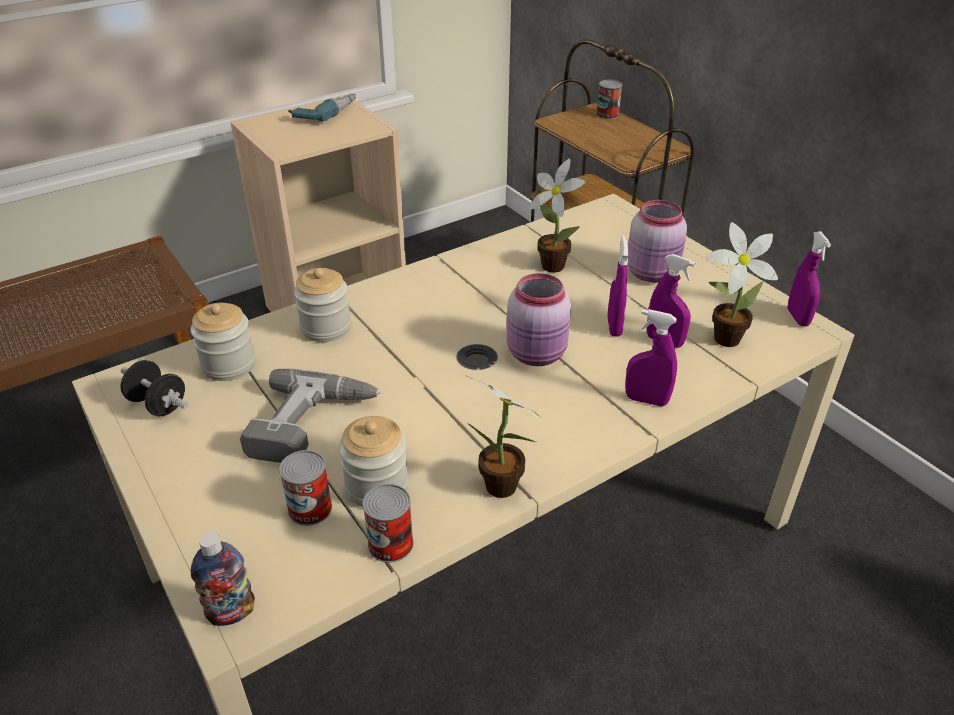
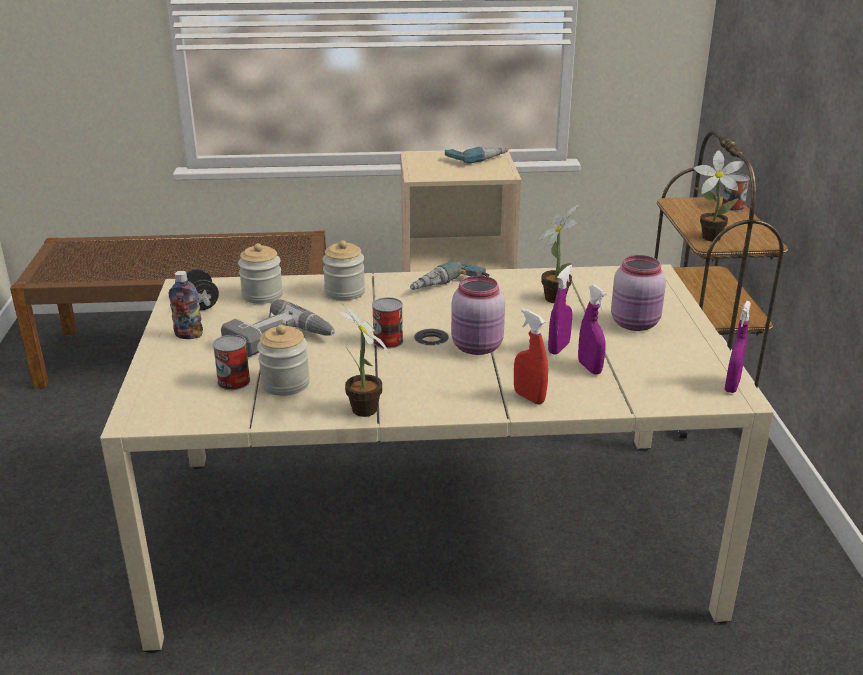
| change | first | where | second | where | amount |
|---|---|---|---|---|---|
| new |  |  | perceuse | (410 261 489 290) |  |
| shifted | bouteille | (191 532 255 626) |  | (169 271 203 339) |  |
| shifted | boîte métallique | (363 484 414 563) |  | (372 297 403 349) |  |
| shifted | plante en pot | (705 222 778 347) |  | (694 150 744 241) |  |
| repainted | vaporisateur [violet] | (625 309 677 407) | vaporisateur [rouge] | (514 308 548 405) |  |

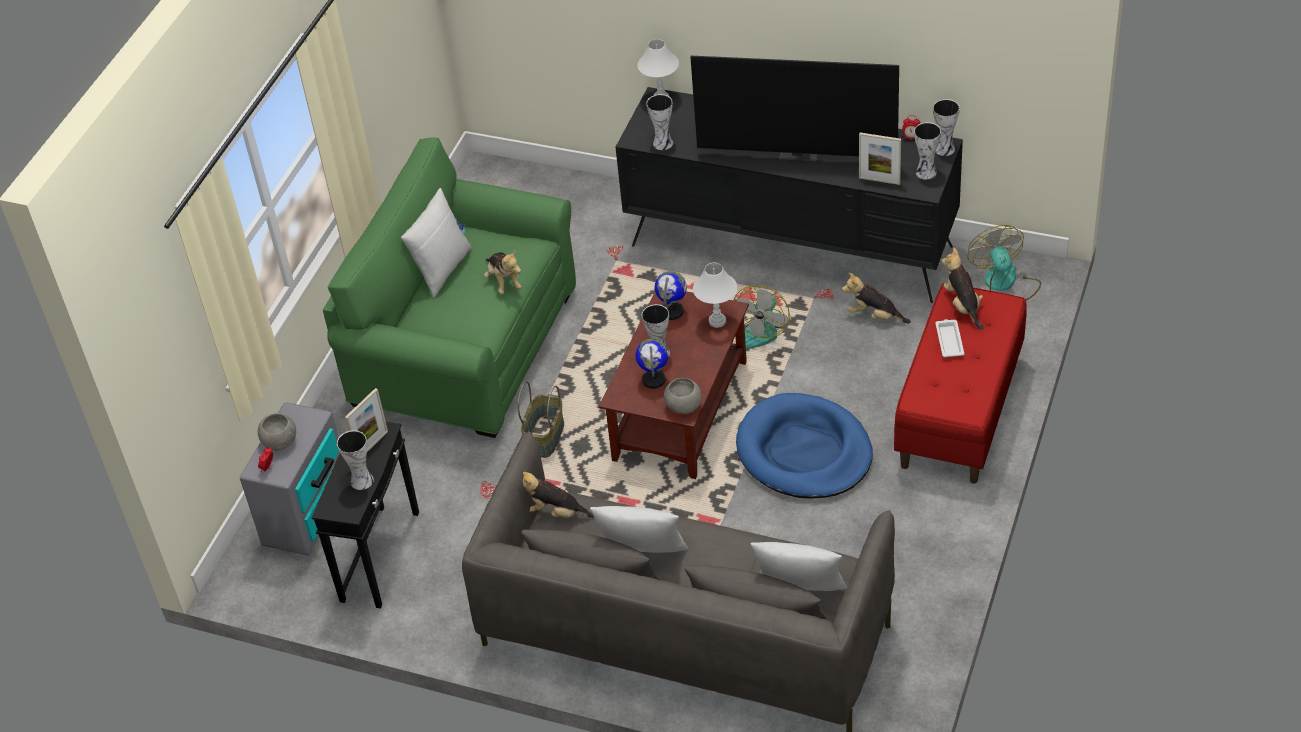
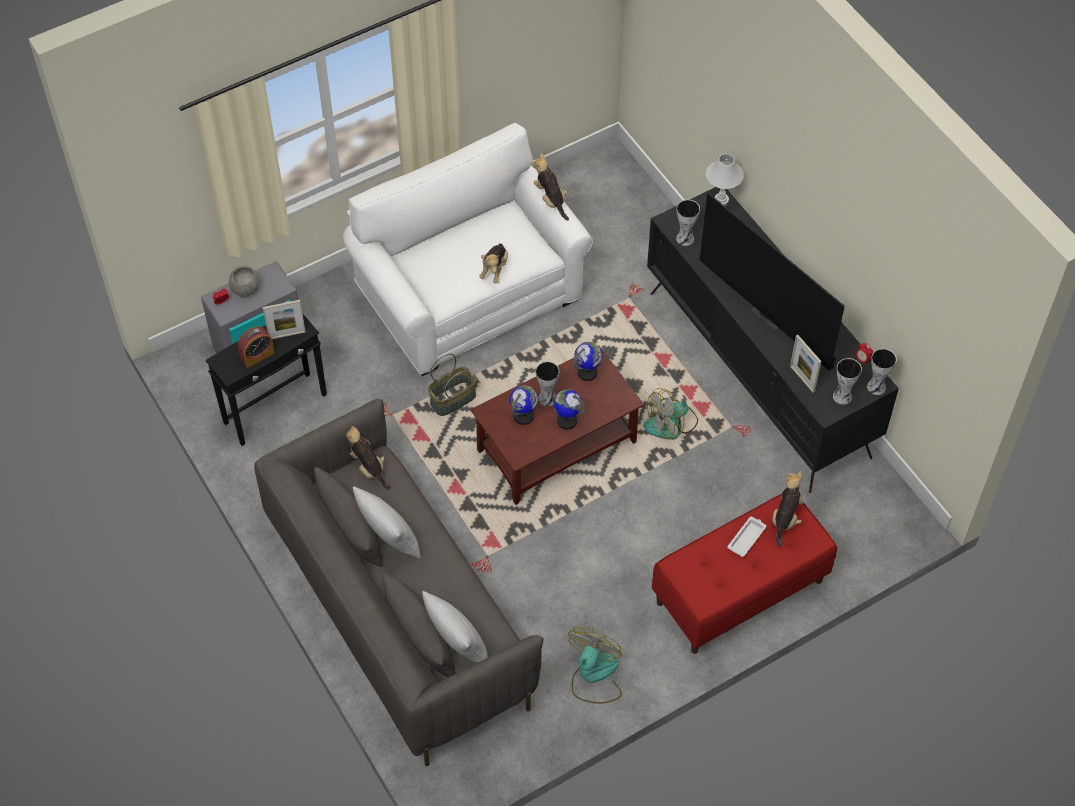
| change | first | where | second | where | amount |
|---|---|---|---|---|---|
| gone | coussin [gris] | (401 188 472 298) |  |  |  |
| gone | bol [gris] | (664 378 702 414) |  |  |  |
| gone | lampe de table [blanc] | (693 263 737 328) |  |  |  |
| gone | panier pour chien [bleu] | (736 393 873 499) |  |  |  |
| new |  |  | globe | (553 389 586 430) |  |
| shifted | peluche | (842 272 911 323) |  | (531 153 569 221) |  |
| shifted | ventilateur | (967 225 1041 300) |  | (568 627 622 704) |  |
| swapped | vase | (337 430 374 490) | réveil | (238 327 275 368) |  |
| repainted | canapé [vert] | (323 137 576 438) | canapé [blanc] | (343 123 593 376) |  |

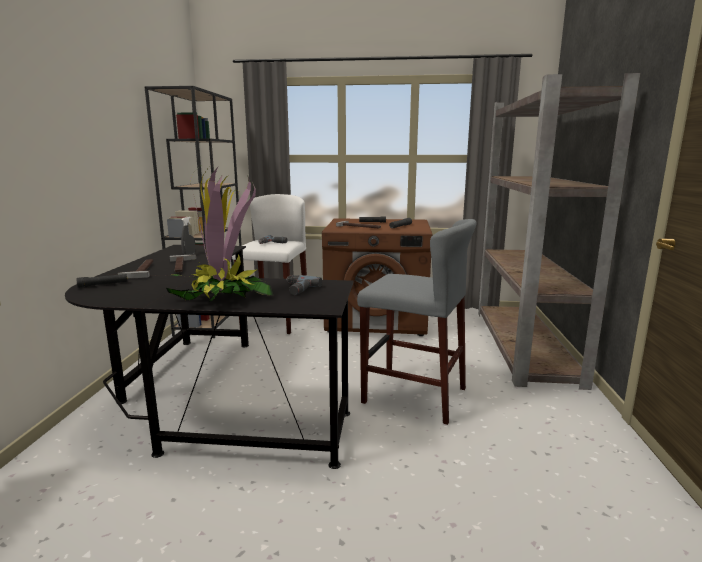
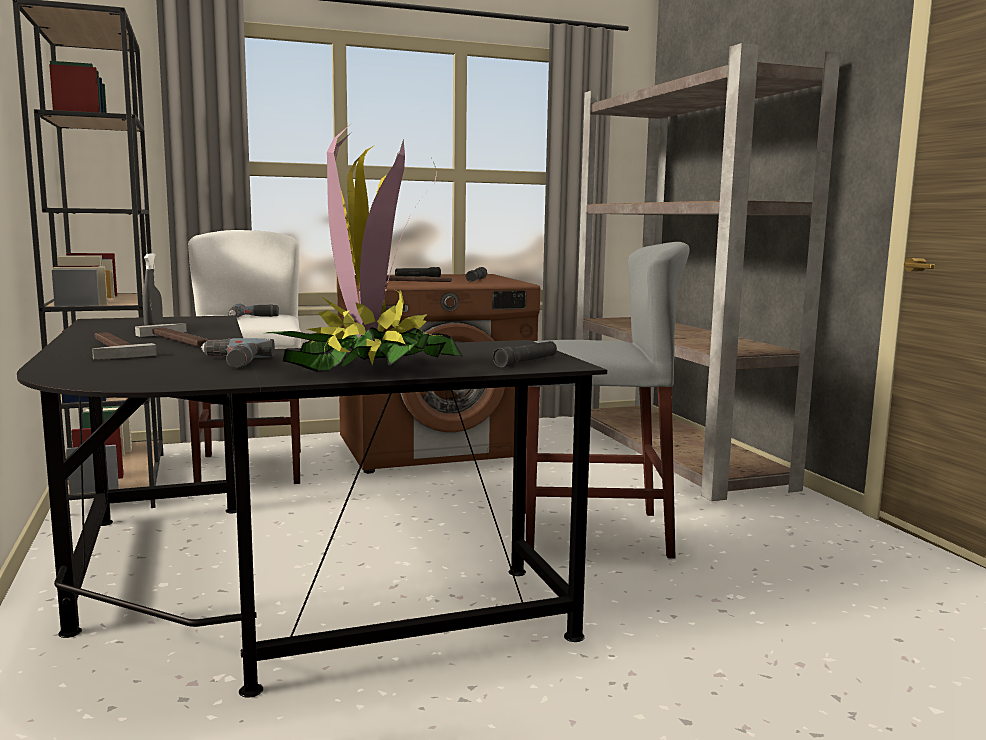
| change | first | where | second | where | amount |
|---|---|---|---|---|---|
| shifted | lampe de poche [noir] | (77 274 128 288) |  | (493 341 557 367) |  |
| shifted | perceuse | (286 275 322 295) |  | (201 338 275 368) |  |

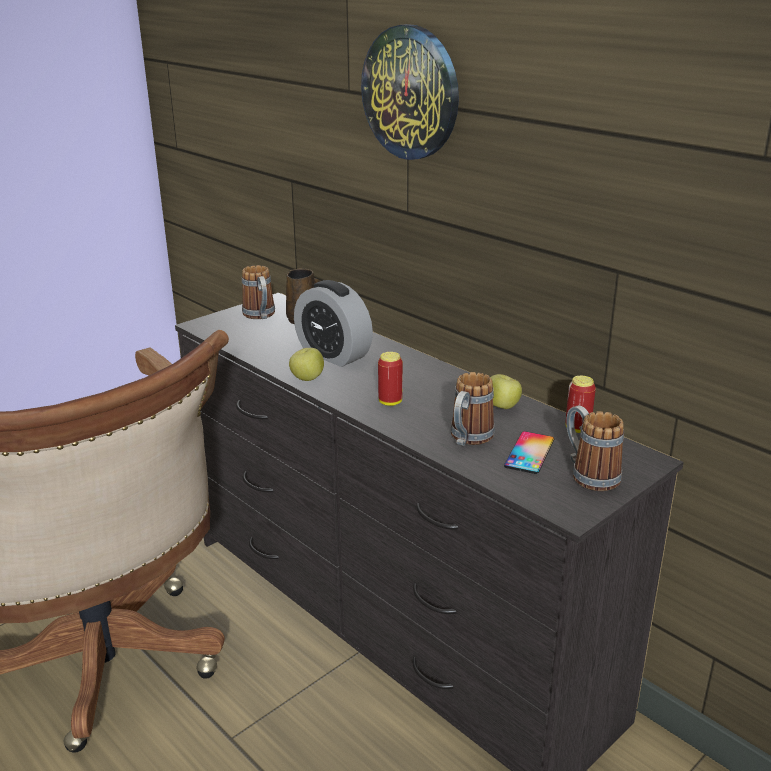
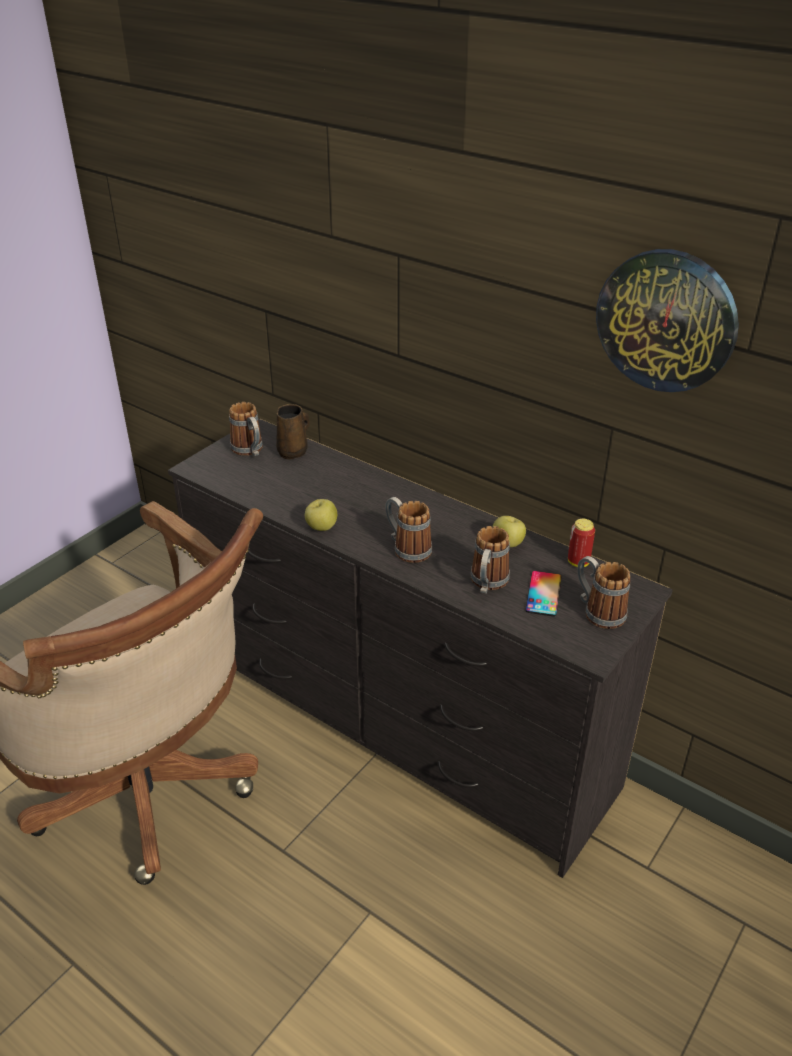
| change | first | where | second | where | amount |
|---|---|---|---|---|---|
| gone | réveil | (294 280 373 367) |  |  |  |
| shifted | horloge murale | (361 24 459 160) |  | (596 249 739 392) |  |
| swapped | boîte métallique | (378 352 403 406) | mug | (385 497 432 563) |  |

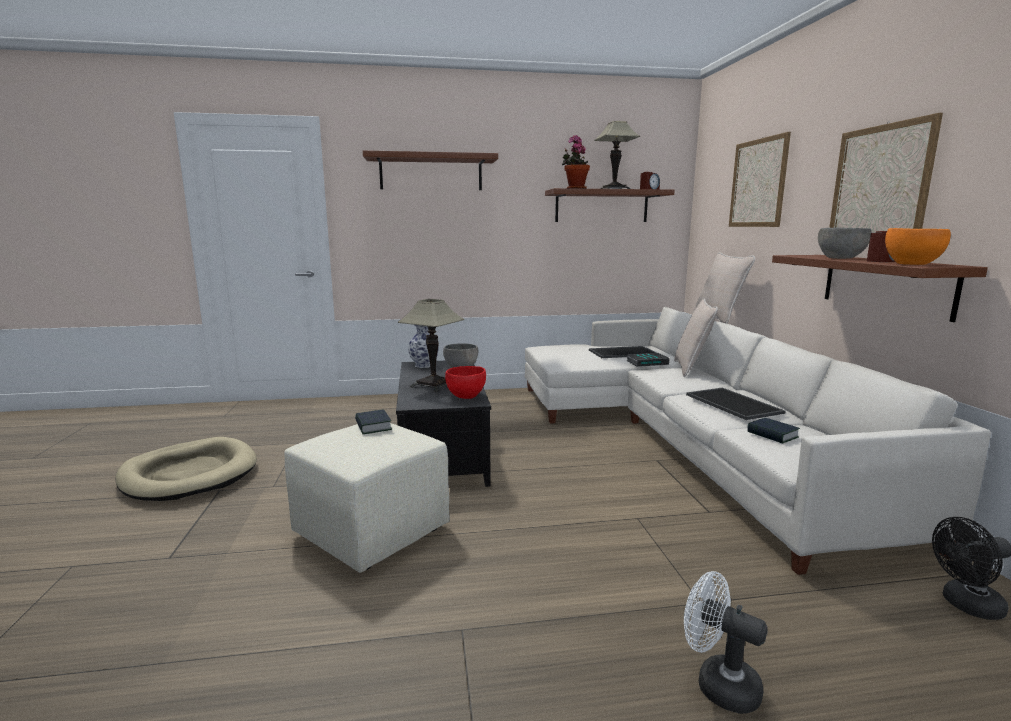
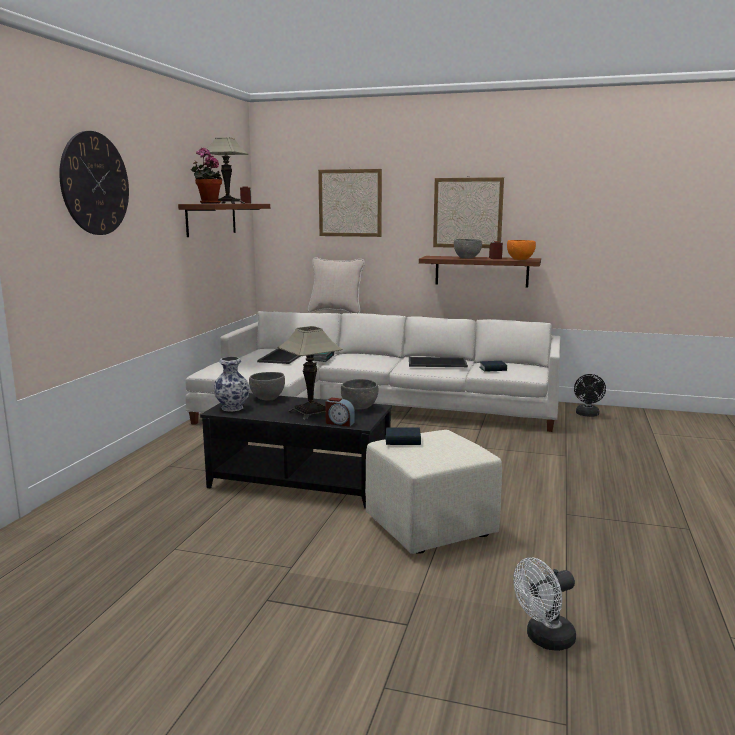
| change | first | where | second | where | amount |
|---|---|---|---|---|---|
| gone | panier pour chien [beige] | (116 437 257 501) |  |  |  |
| gone | coussin [beige] | (674 298 718 377) |  |  |  |
| new |  |  | réveil | (325 397 355 427) |  |
| shifted | ventilateur [blanc] | (684 571 768 714) |  | (513 558 576 651) |  |
| swapped | étagère [marron] | (363 150 498 190) | horloge murale | (59 131 129 235) |  |
| repainted | bol [rouge] | (445 366 486 399) | bol [gris] | (341 379 378 410) |  |

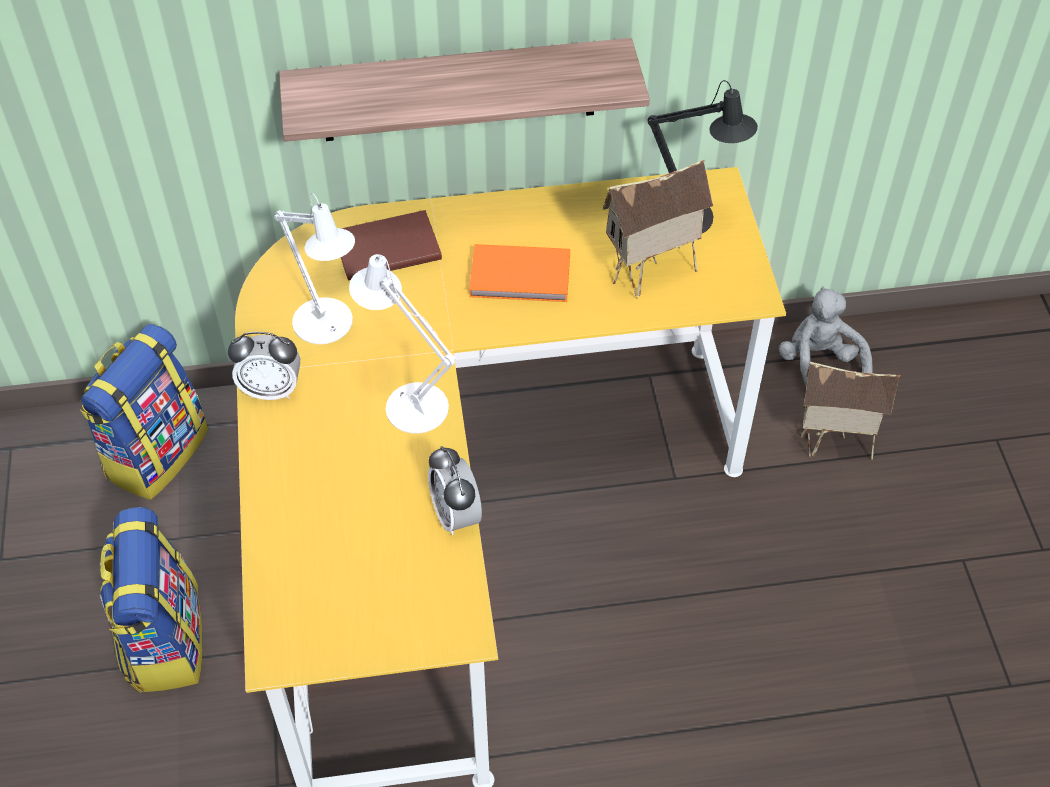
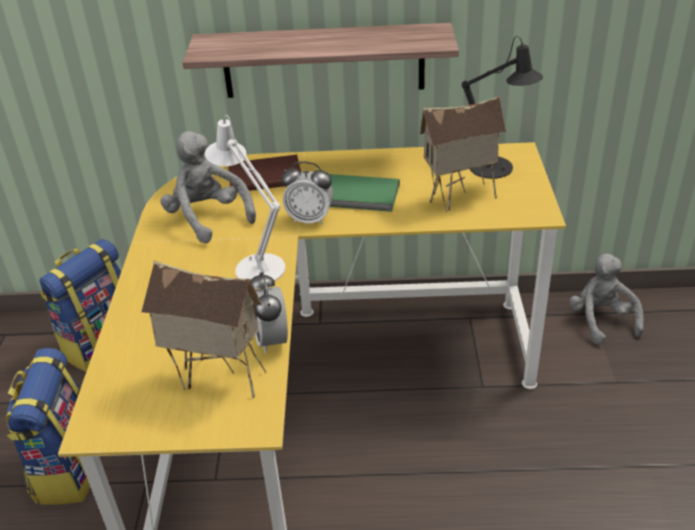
| change | first | where | second | where | amount |
|---|---|---|---|---|---|
| shifted | réveil | (228 332 300 400) |  | (281 162 333 225) |  |
| shifted | maison miniature | (800 361 900 460) |  | (141 260 266 398) |  |
| swapped | lampe de table [blanc] | (274 193 355 344) | peluche [gris] | (161 131 256 243) |  |
| repainted | livre [orange] | (469 244 570 302) | livre [vert] | (329 174 400 212) |  |

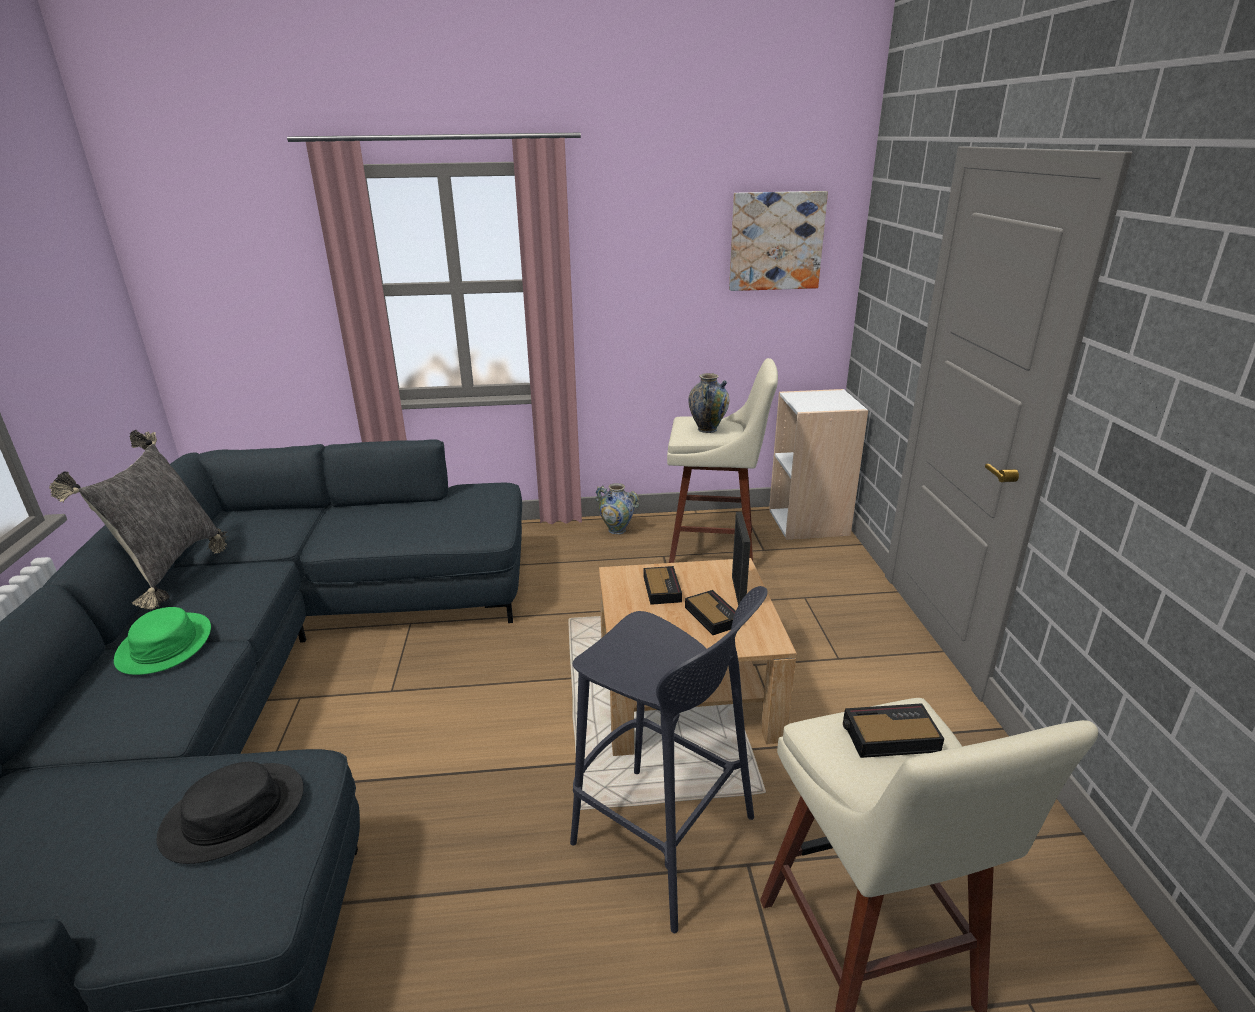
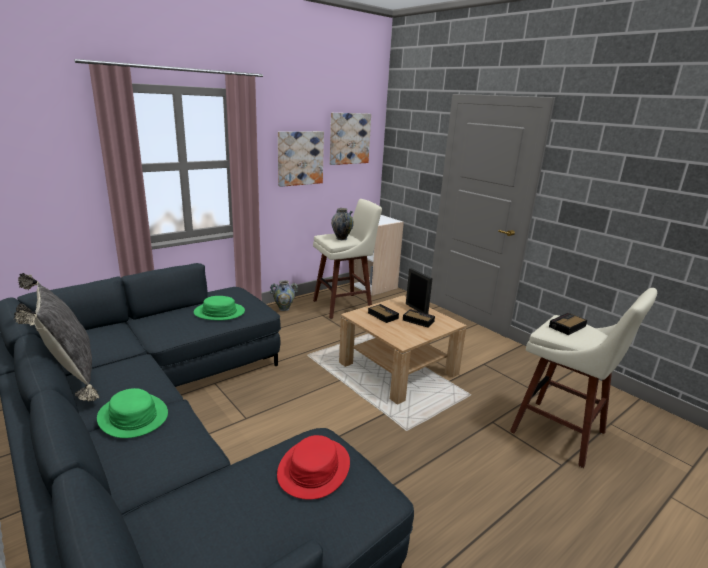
| change | first | where | second | where | amount |
|---|---|---|---|---|---|
| gone | tabouret [gris] | (570 586 768 933) |  |  |  |
| new |  |  | chapeau [vert] | (194 296 245 320) |  |
| new |  |  | tableau | (278 131 324 187) |  |
| repainted | chapeau [noir] | (157 762 304 864) | chapeau [rouge] | (277 435 350 500) |  |

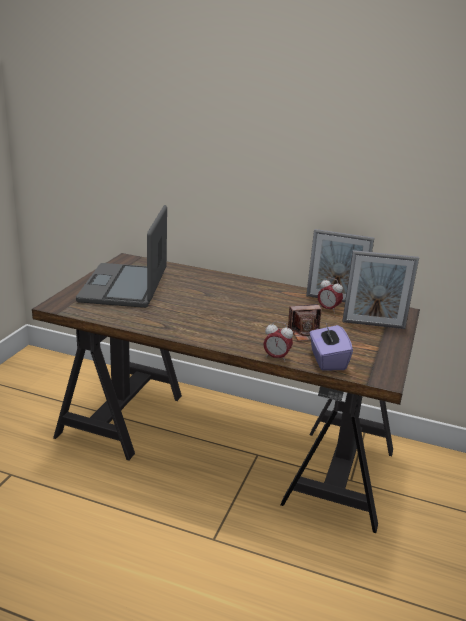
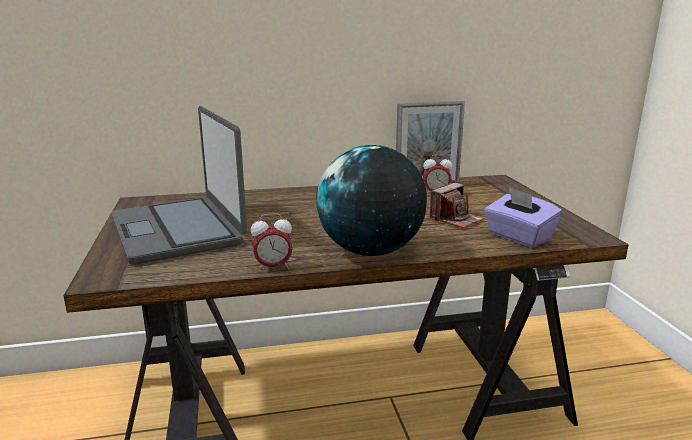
| change | first | where | second | where | amount |
|---|---|---|---|---|---|
| gone | cadre photo | (342 250 419 329) |  |  |  |
| new |  |  | globe | (316 145 427 256) |  |
| shifted | réveil | (263 321 293 362) |  | (251 213 293 272) |  |

